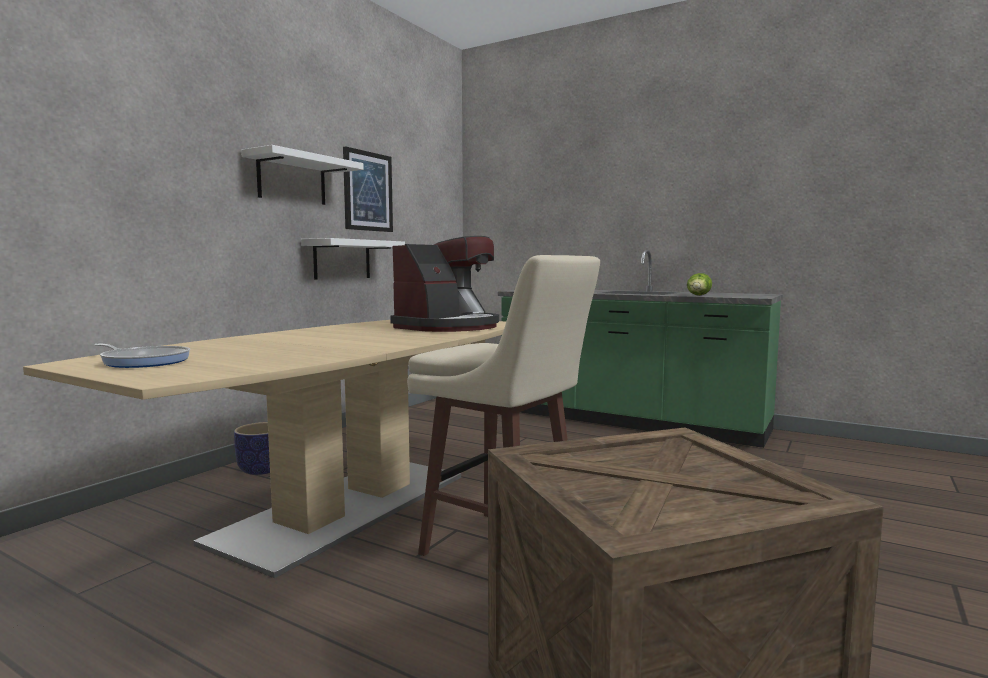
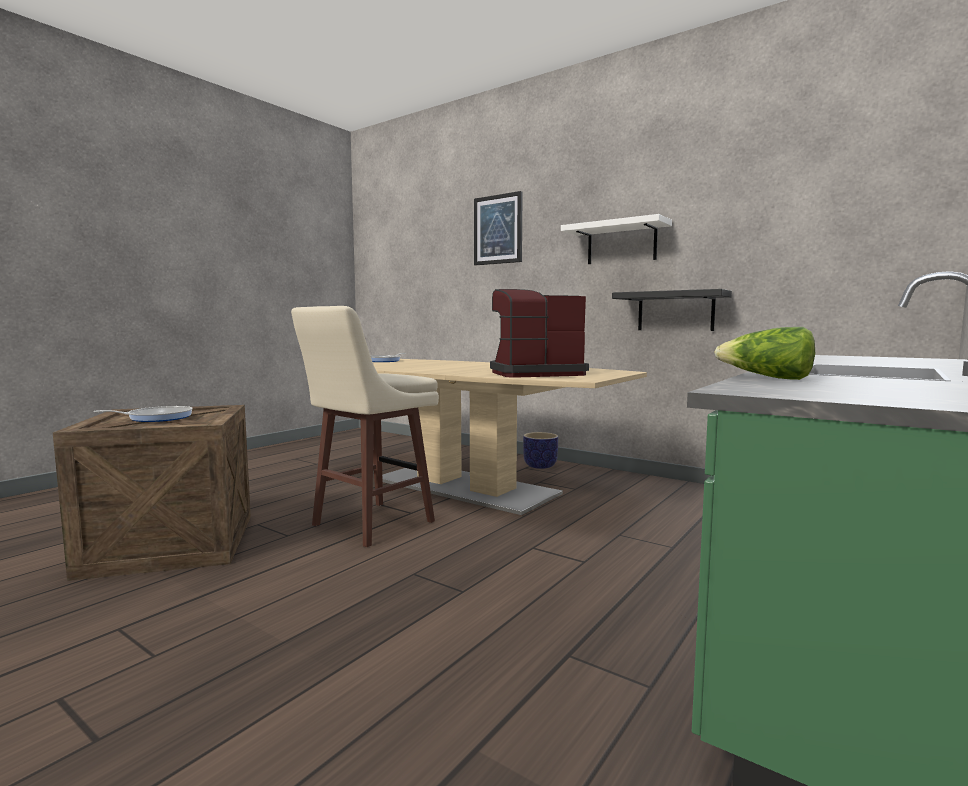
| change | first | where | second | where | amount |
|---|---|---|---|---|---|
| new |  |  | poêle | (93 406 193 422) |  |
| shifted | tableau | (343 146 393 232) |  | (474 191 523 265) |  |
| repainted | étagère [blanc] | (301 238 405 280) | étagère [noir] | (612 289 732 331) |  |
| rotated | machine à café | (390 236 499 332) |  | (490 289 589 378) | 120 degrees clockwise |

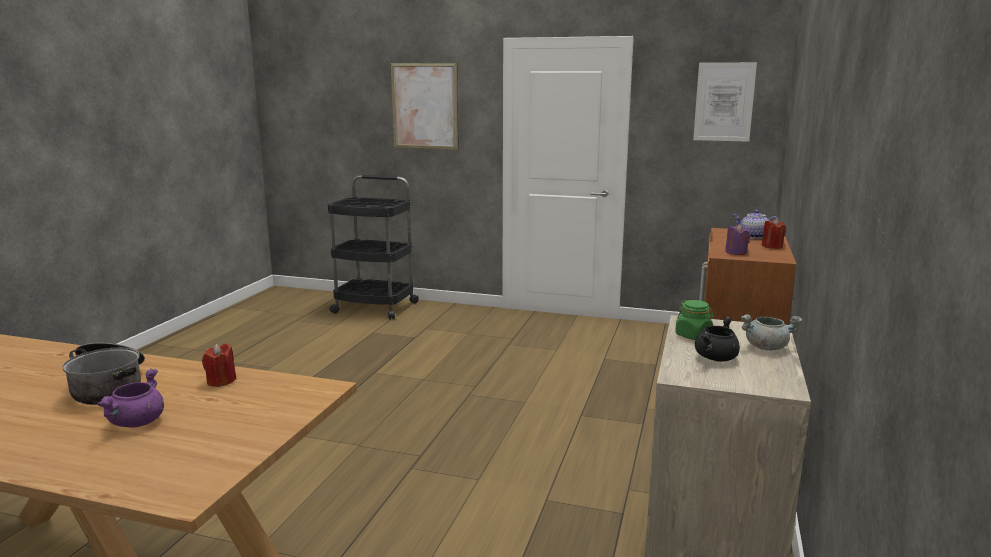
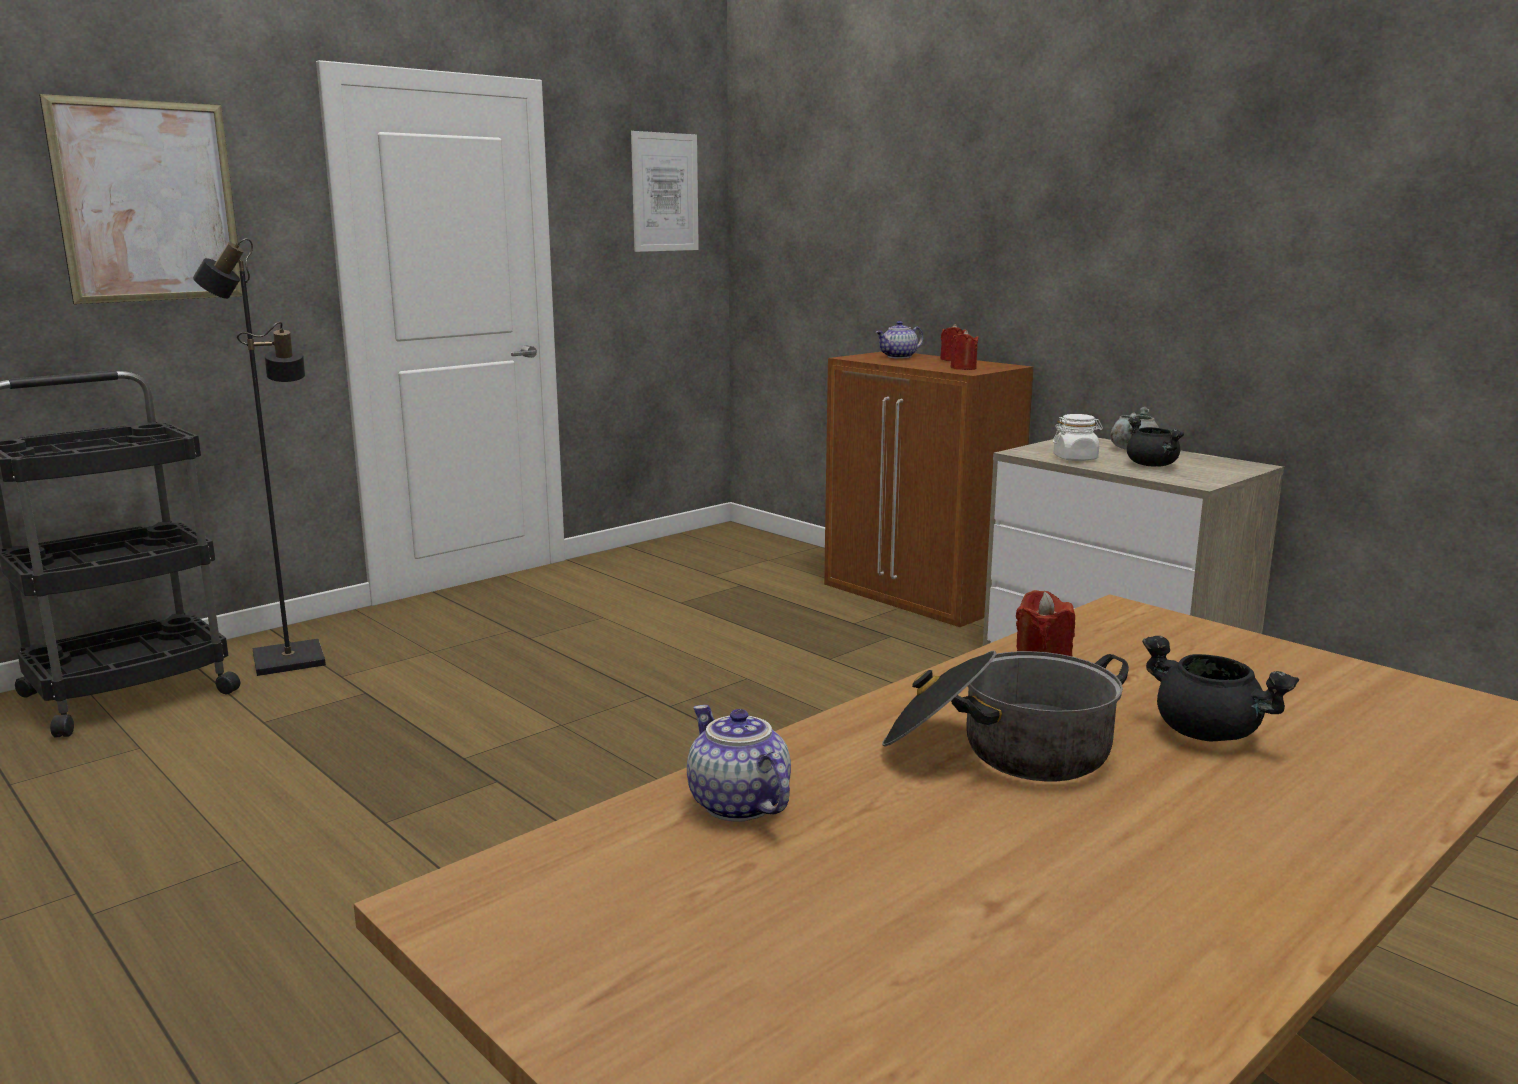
| change | first | where | second | where | amount |
|---|---|---|---|---|---|
| new |  |  | lampadaire [noir] | (193 238 326 676) |  |
| new |  |  | théière | (687 705 791 822) |  |
| repainted | marmite [violet] | (97 368 164 428) | marmite [noir] | (1142 636 1299 742) |  |
| repainted | bocal [vert] | (675 300 714 340) | bocal [blanc] | (1053 414 1103 461) |  |
| repainted | bougie [violet] | (725 224 750 255) | bougie [rouge] | (950 330 979 370) |  |

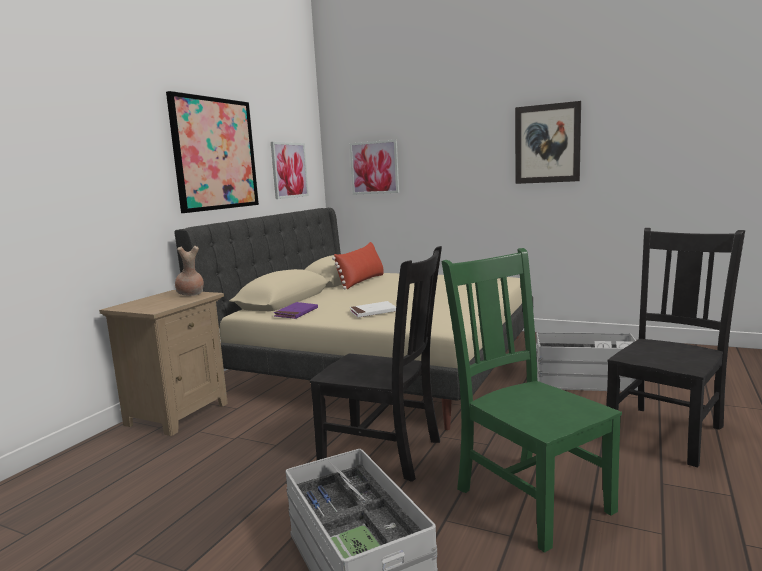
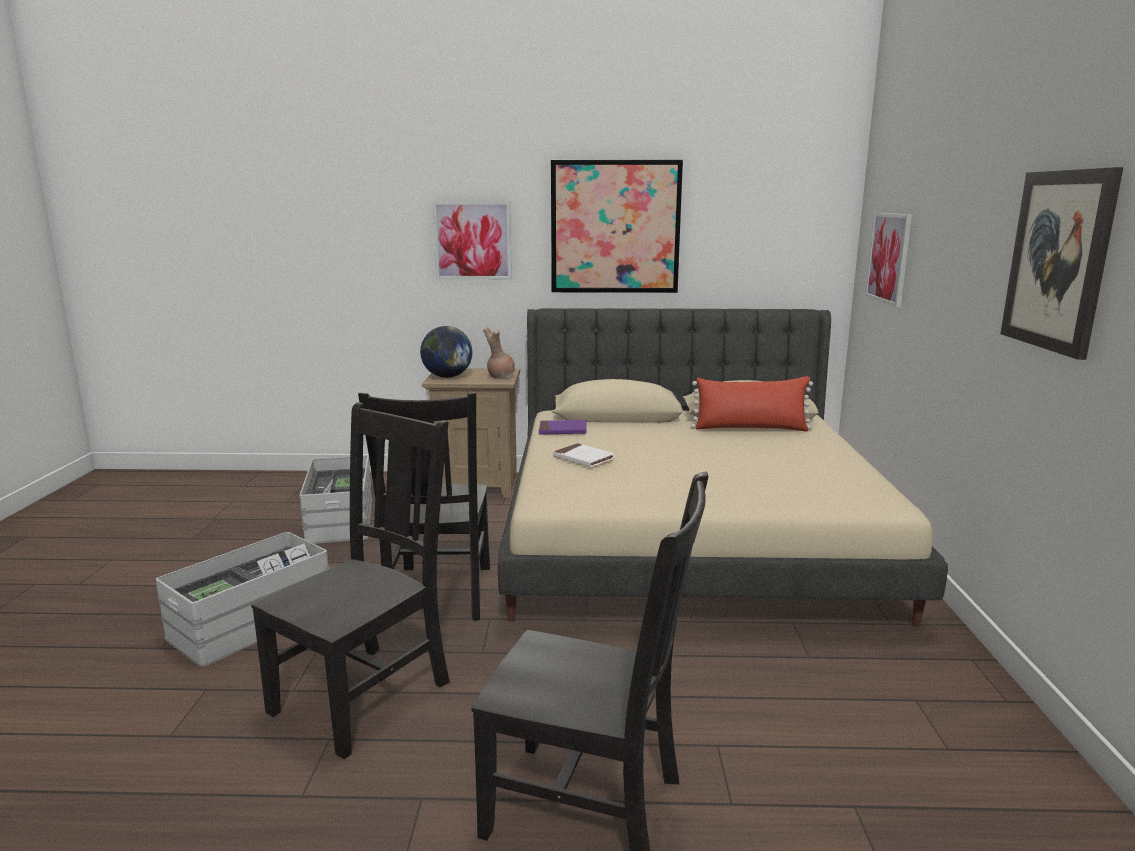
| change | first | where | second | where | amount |
|---|---|---|---|---|---|
| new |  |  | globe | (420 326 473 378) |  |
| shifted | tableau | (271 142 309 199) |  | (432 201 512 280) |  |
| shifted | boîte de rangement [gris] | (536 332 638 392) |  | (300 456 373 544) |  |
| repainted | chaise [vert] | (442 248 622 553) | chaise [noir] | (251 402 450 759) |  |

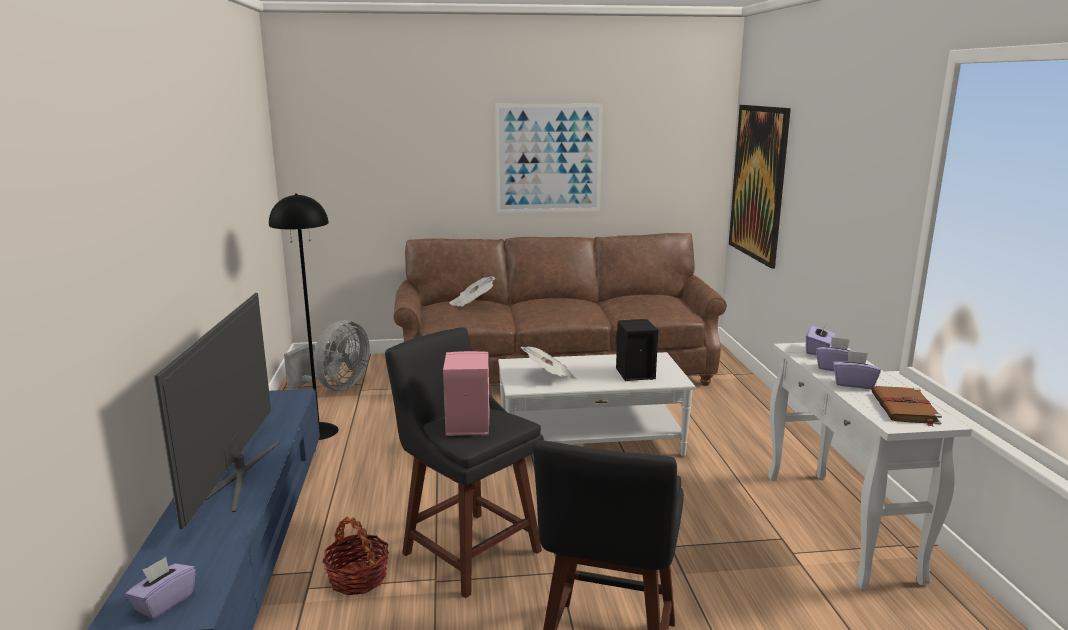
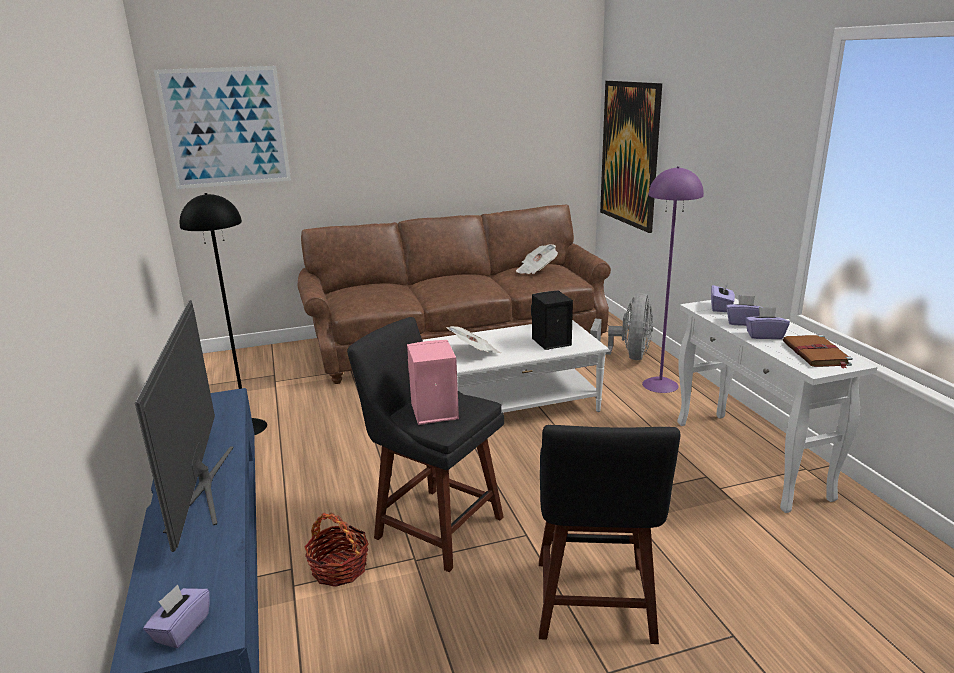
| change | first | where | second | where | amount |
|---|---|---|---|---|---|
| new |  |  | lampadaire [violet] | (642 166 704 393) |  |
| shifted | ventilateur [gris] | (284 320 369 391) |  | (590 293 654 360) |  |
| shifted | journal | (449 276 495 307) |  | (516 244 558 274) |  |
| shifted | tableau | (495 104 603 213) |  | (154 66 291 189) |  |

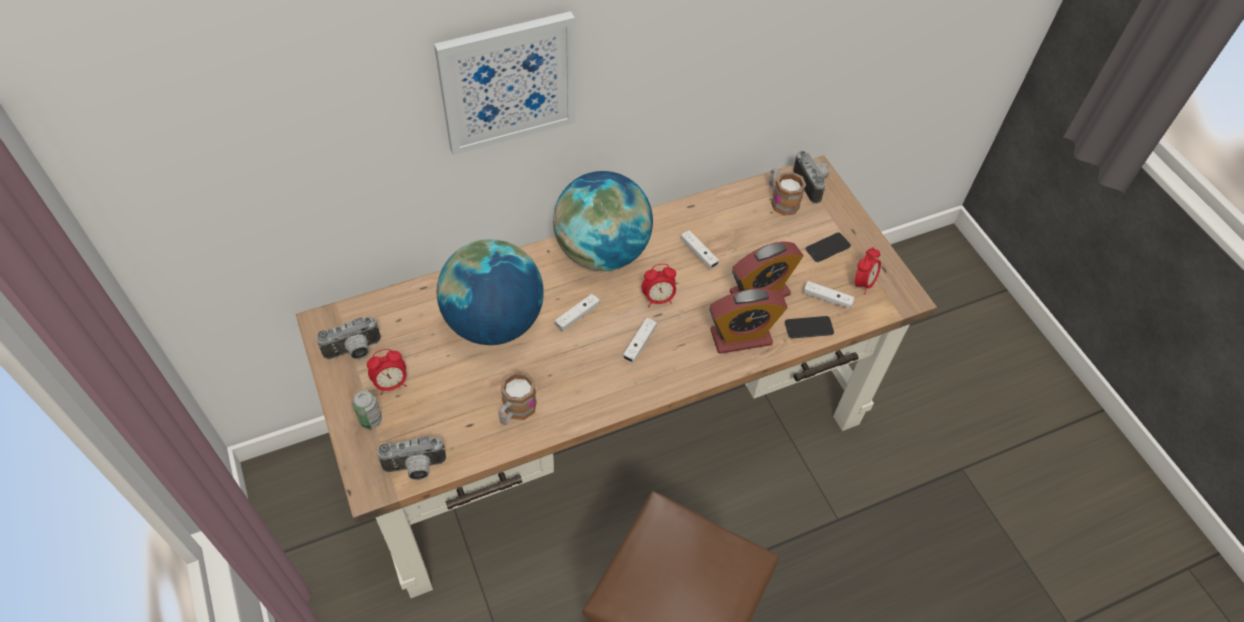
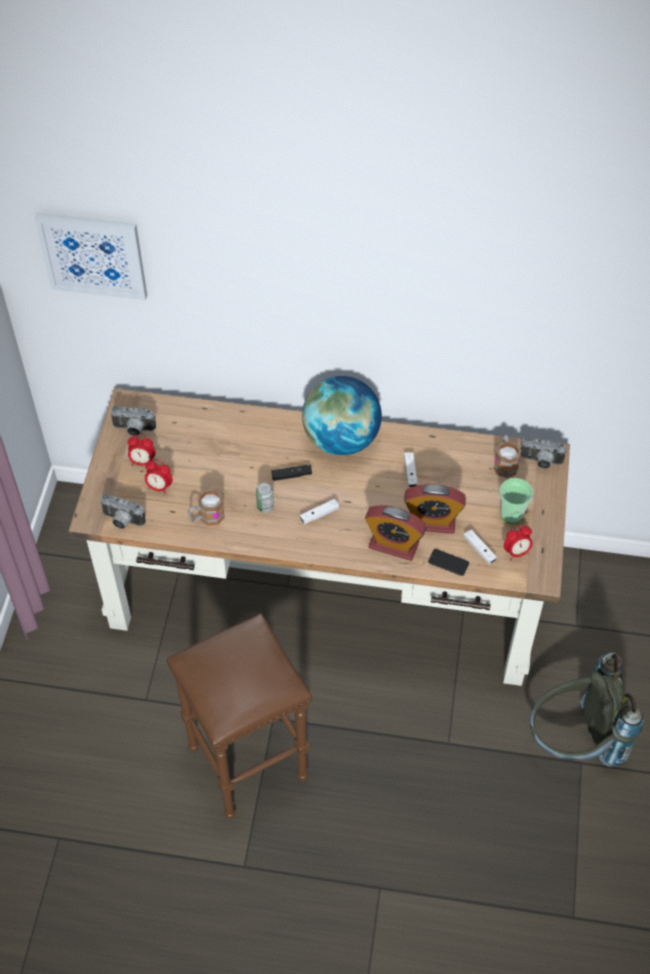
| change | first | where | second | where | amount |
|---|---|---|---|---|---|
| gone | globe | (437 239 544 345) |  |  |  |
| new |  |  | sac à dos [gris] | (530 652 644 767) |  |
| shifted | boîte métallique | (352 391 382 429) |  | (256 483 274 513) |  |
| shifted | tableau | (434 11 575 156) |  | (34 212 147 301) |  |
| shifted | réveil | (642 264 676 307) |  | (145 459 173 495) |  |
| swapped | téléphone | (805 233 851 262) | tasse | (499 478 533 524) |  |
| repainted | manette [blanc] | (555 294 600 331) | manette [noir] | (271 464 312 481) |  |
| rotated | appareil photo | (793 151 829 204) |  | (520 436 567 469) | 90 degrees clockwise |

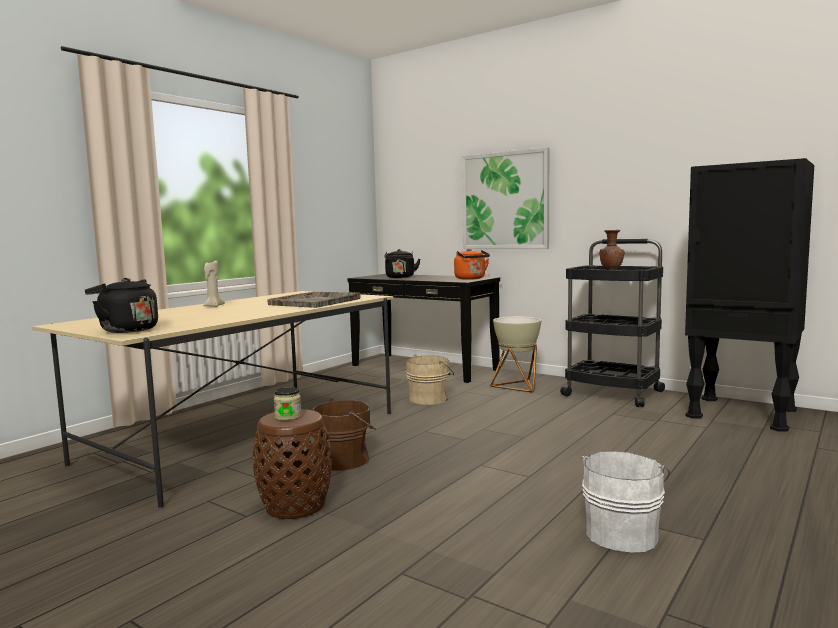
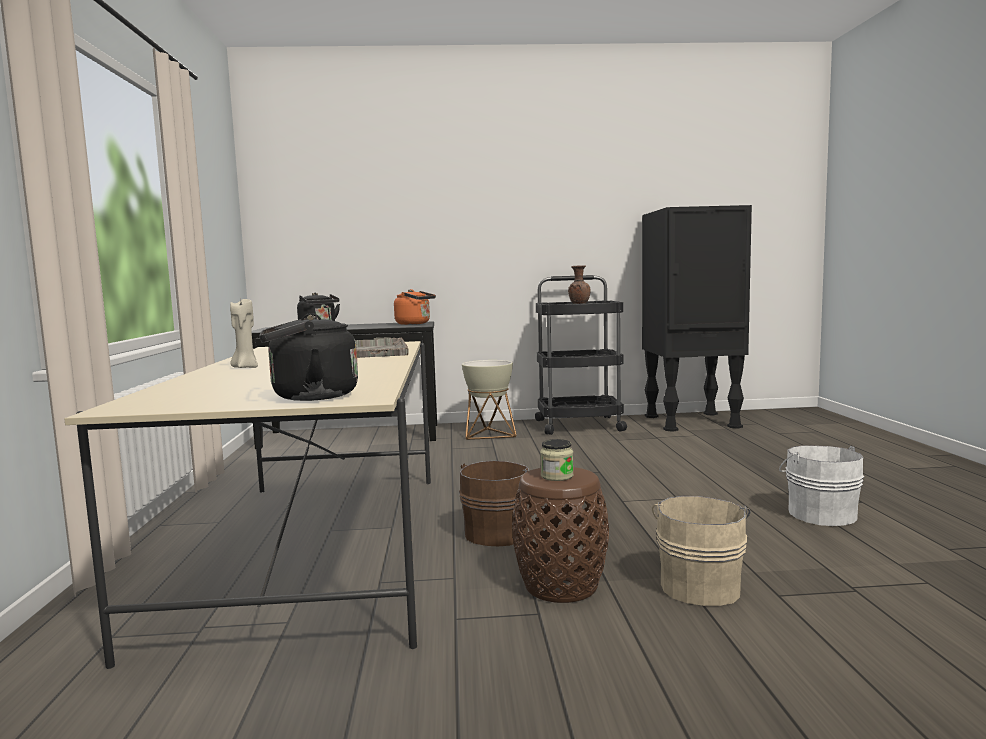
| change | first | where | second | where | amount |
|---|---|---|---|---|---|
| gone | tableau | (462 147 549 249) |  |  |  |
| shifted | seau [beige] | (406 354 454 405) |  | (652 496 751 606) |  |

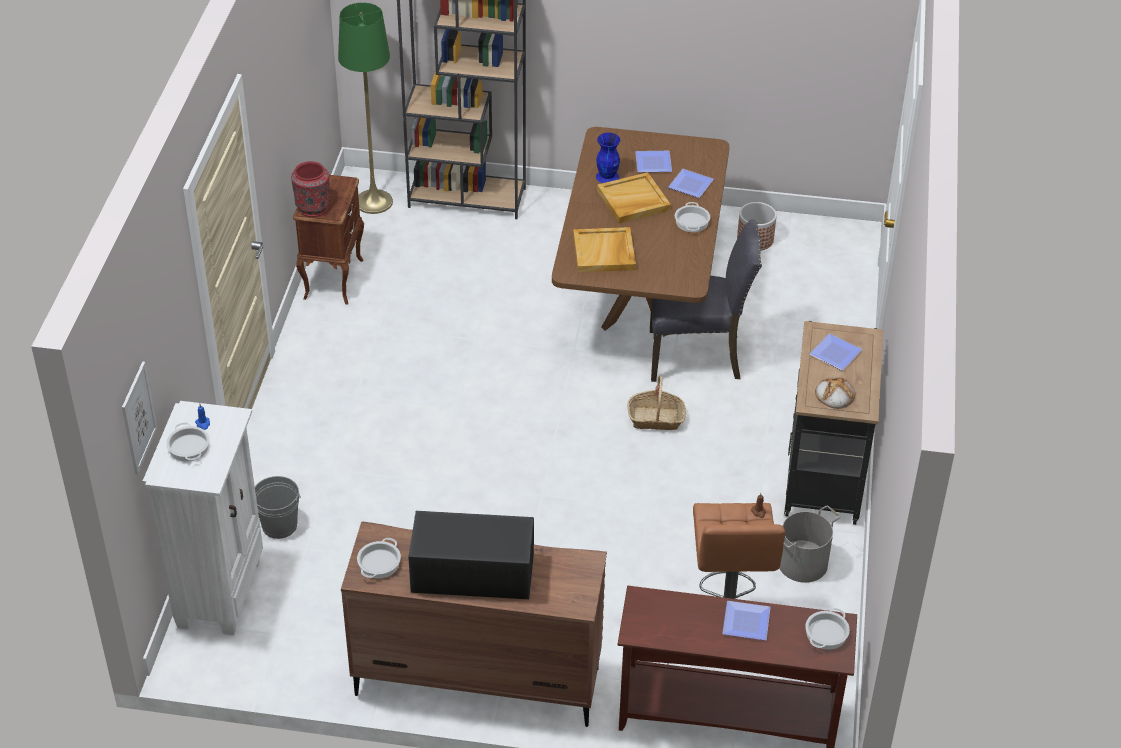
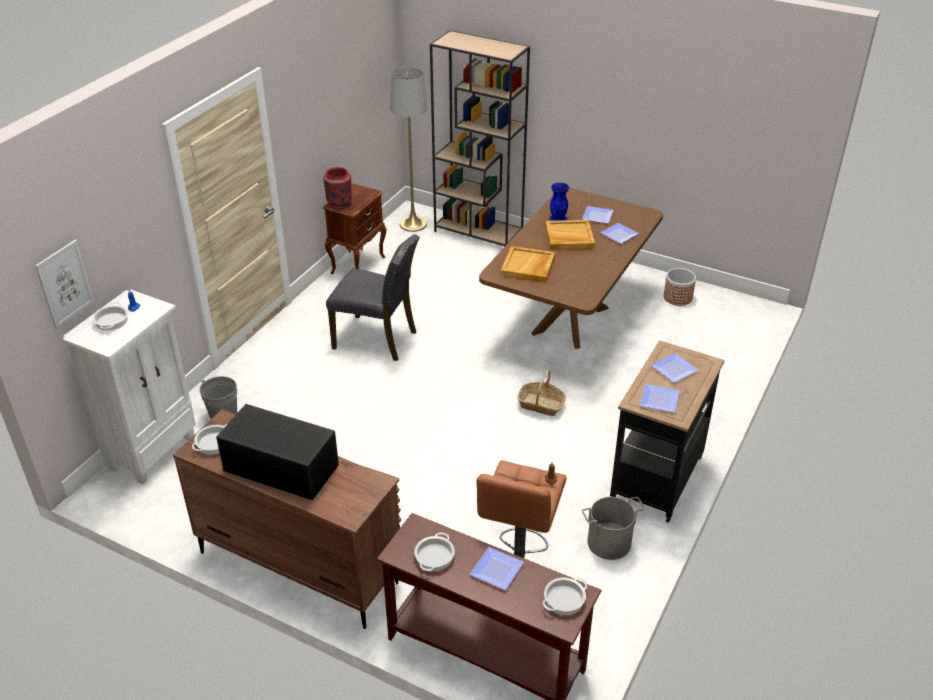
| change | first | where | second | where | amount |
|---|---|---|---|---|---|
| shifted | chaise [gris] | (650 220 762 382) |  | (326 234 420 361) |  |
| shifted | marmite | (675 202 710 232) |  | (414 532 455 571) |  |
| swapped | pain | (815 377 855 409) | assiette | (640 384 680 413) |  |
| repainted | lampadaire [vert] | (338 3 393 214) | lampadaire [gris] | (390 67 428 232) |  |

